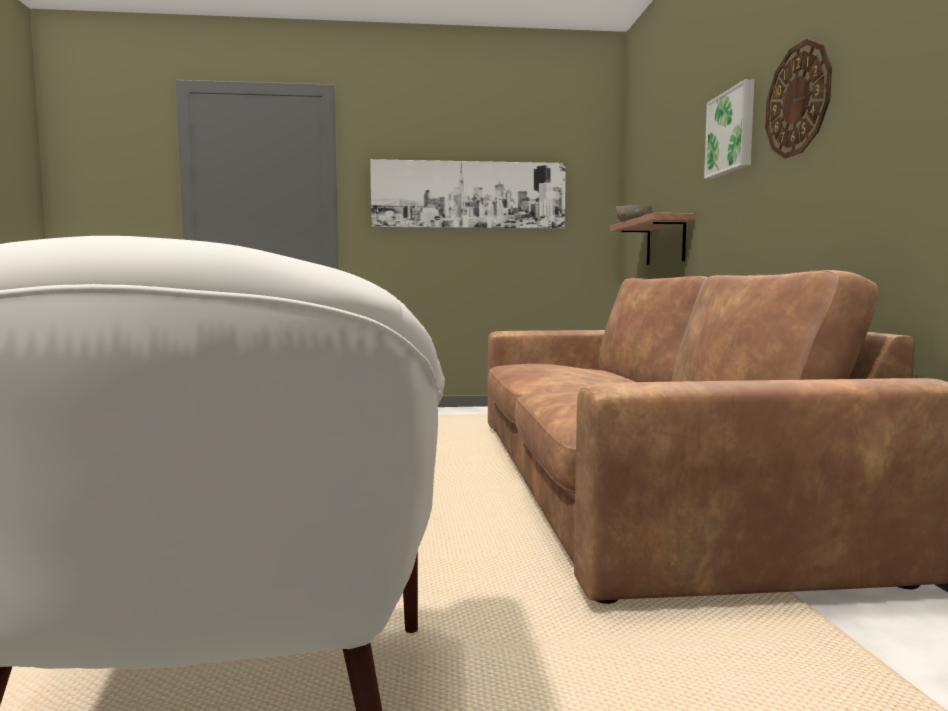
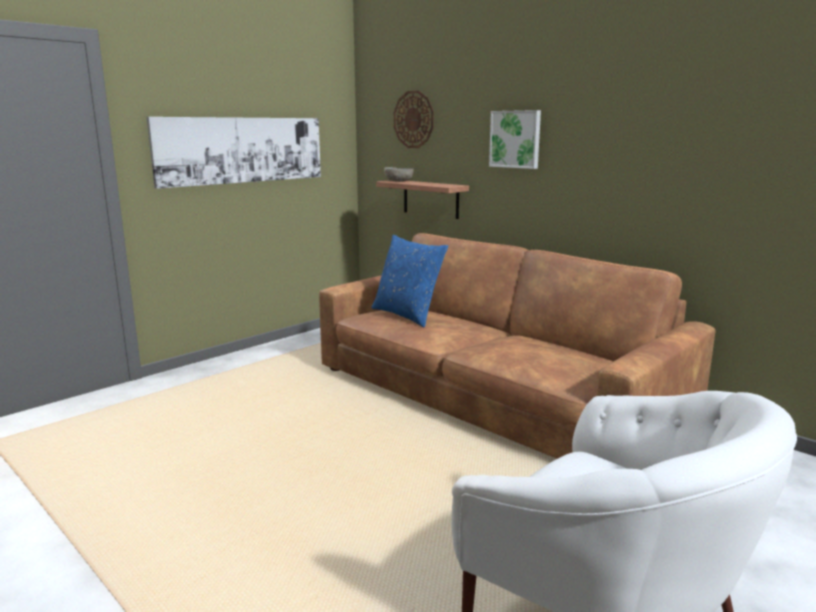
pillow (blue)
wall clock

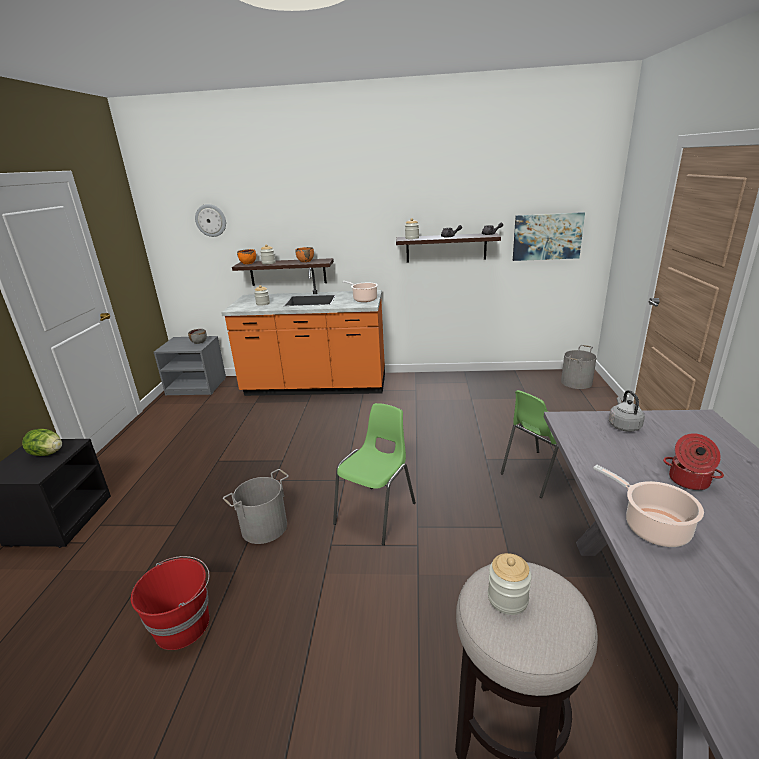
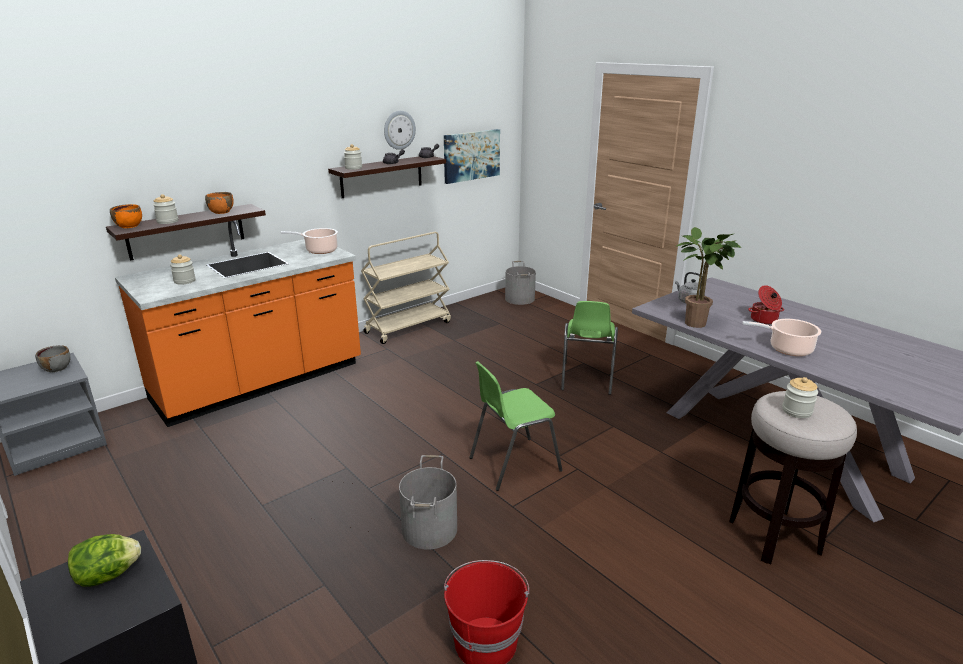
cart (beige)
wall clock
chair (green) (1st from left)
potted plant

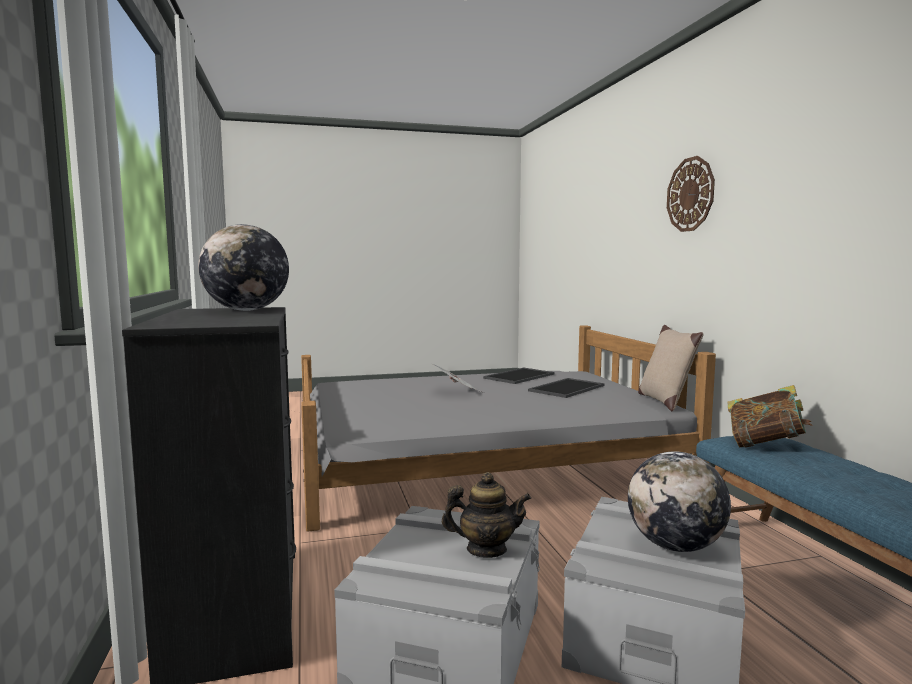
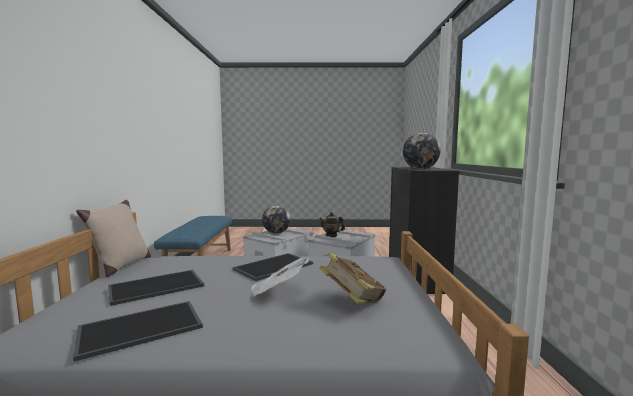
tray (3rd from left)
book
wall clock

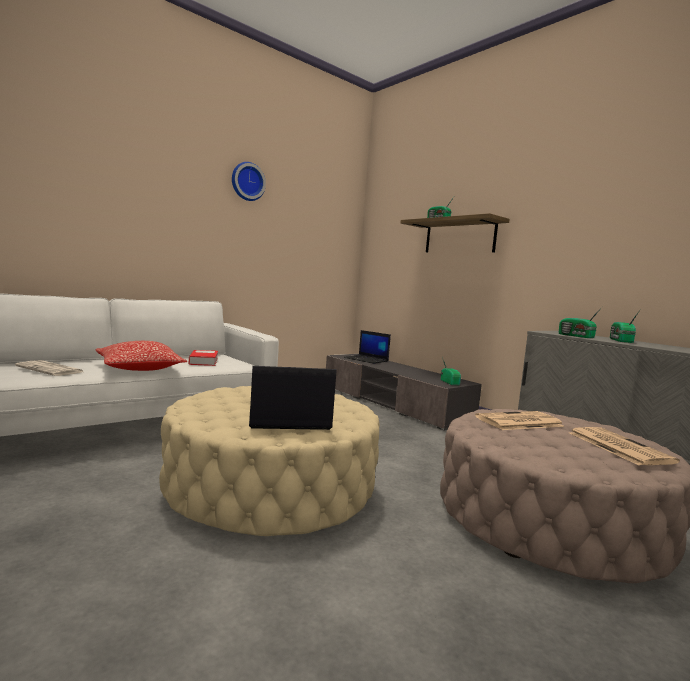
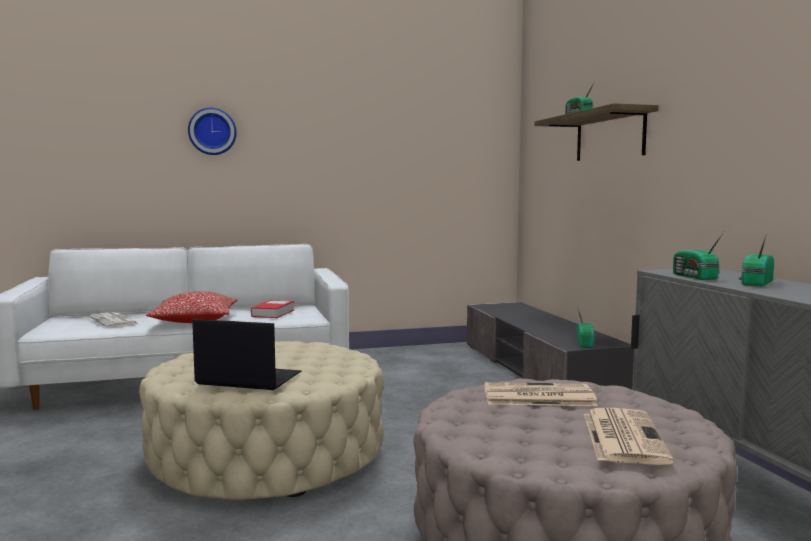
wall clock
laptop (2nd from left in the first image)

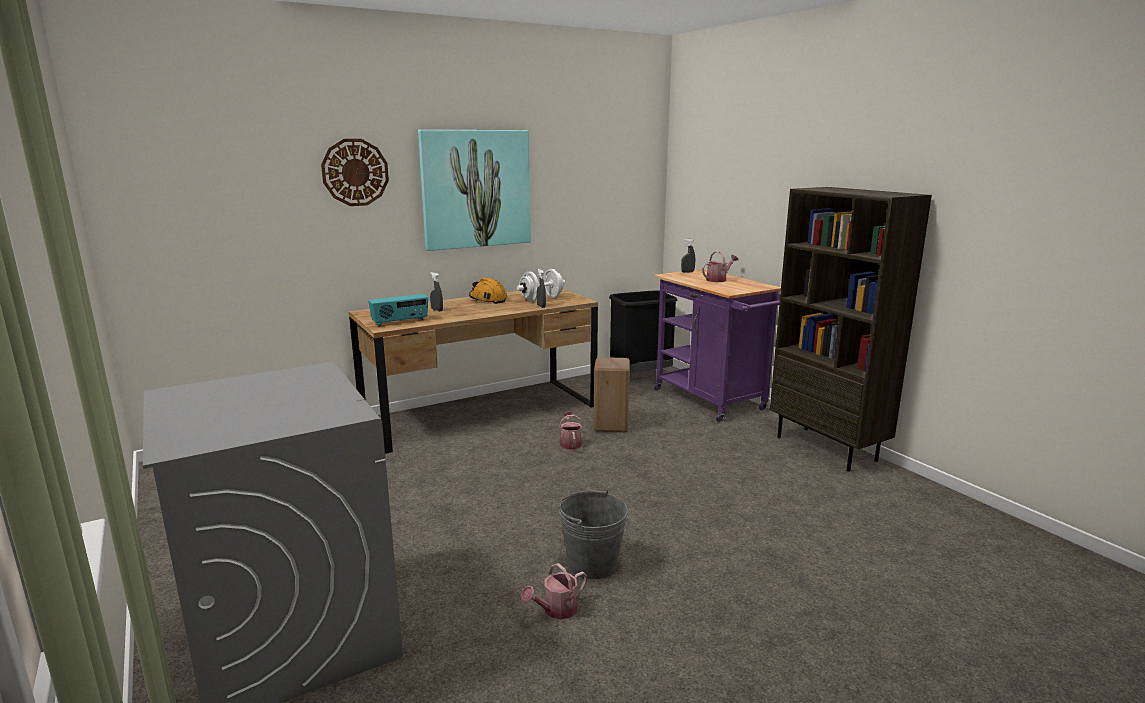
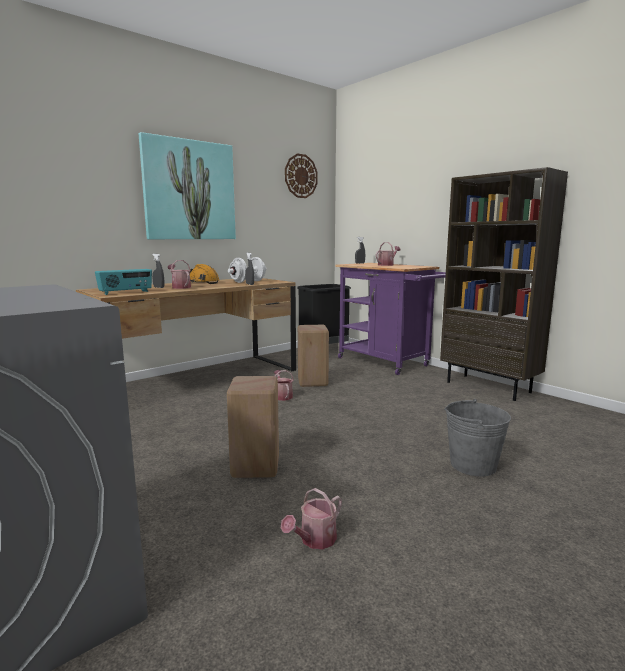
watering can (1st from left)
stool (beige) (1st from left)
wall clock
bucket (grey)

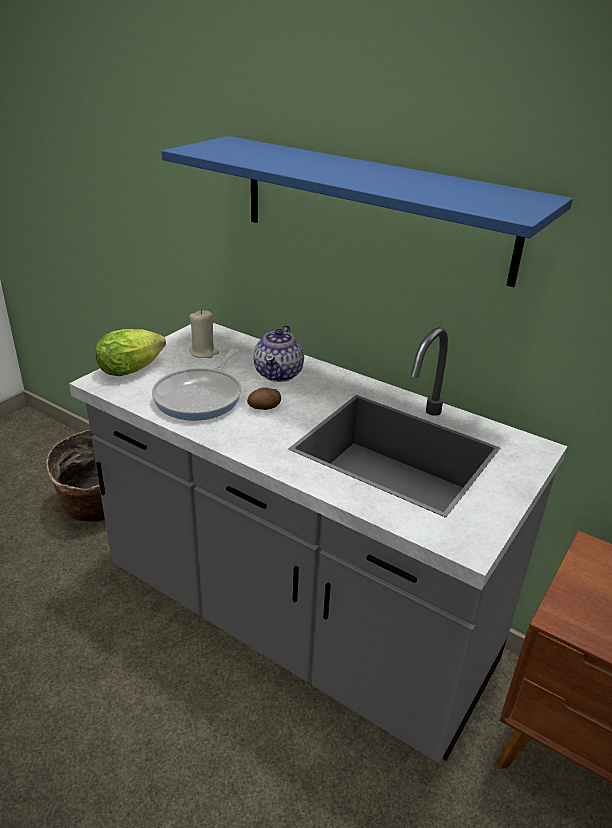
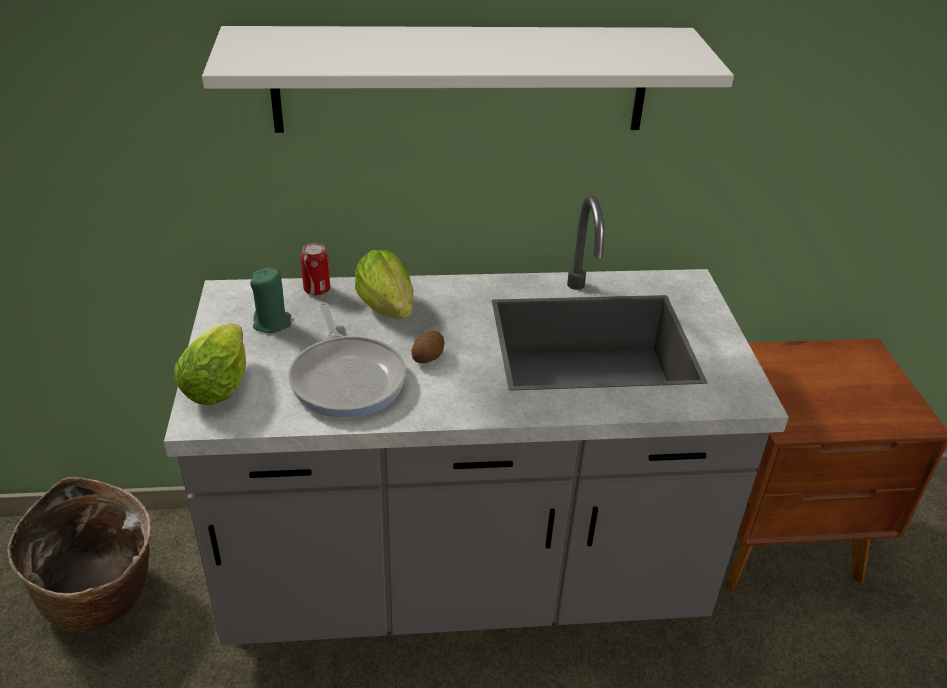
shelf (white)
candle (green)
can
lettuce (2nd from left)

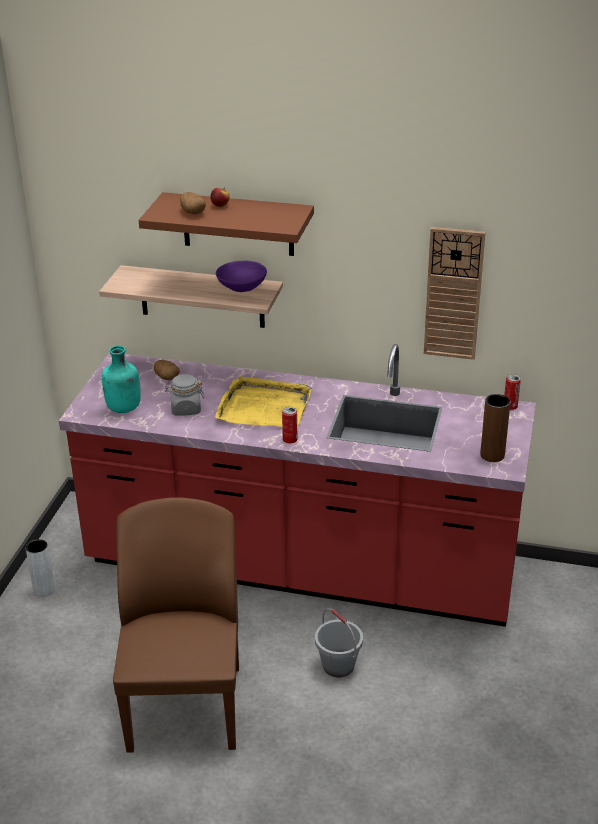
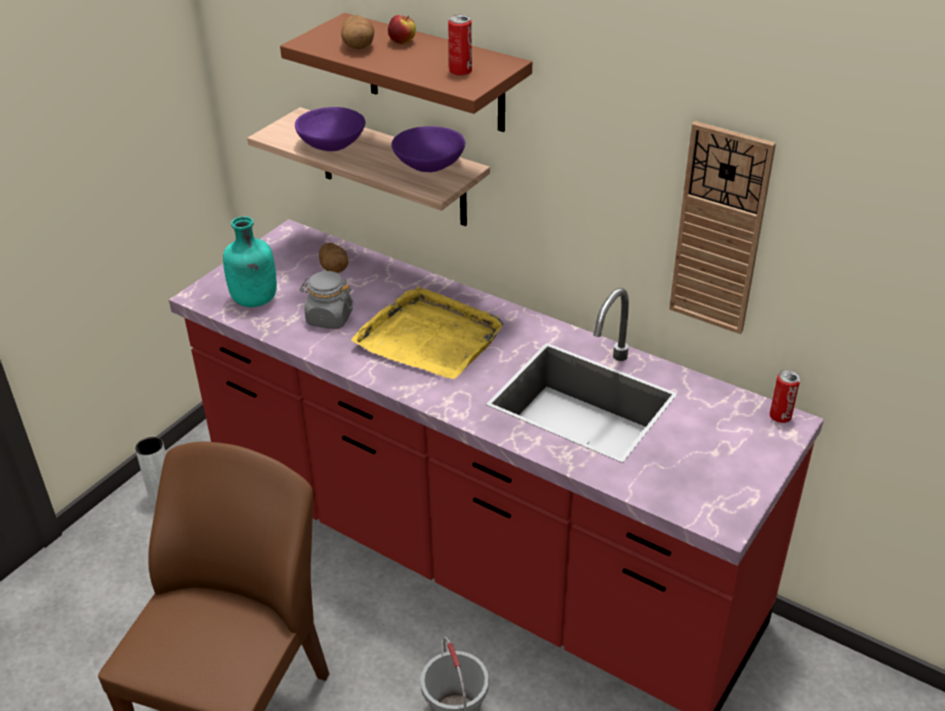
bowl (purple) (1st from left)
can (1st from left)
vase (brown)

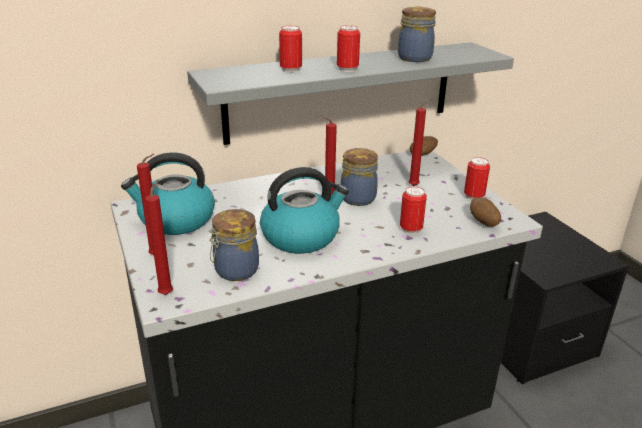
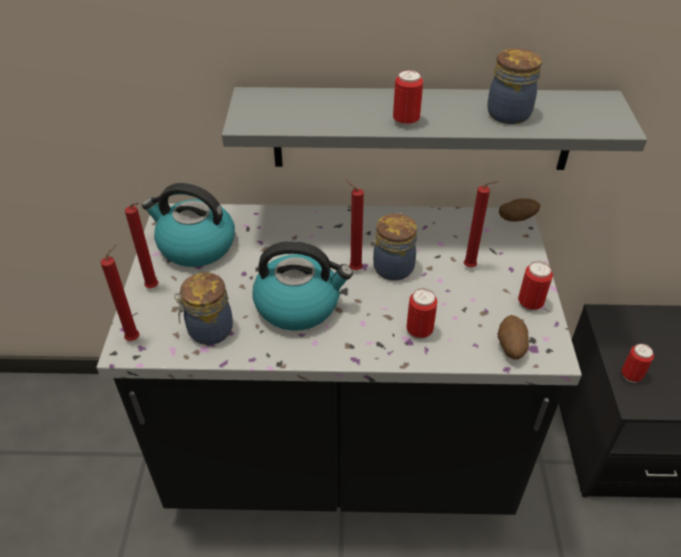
can (4th from left)

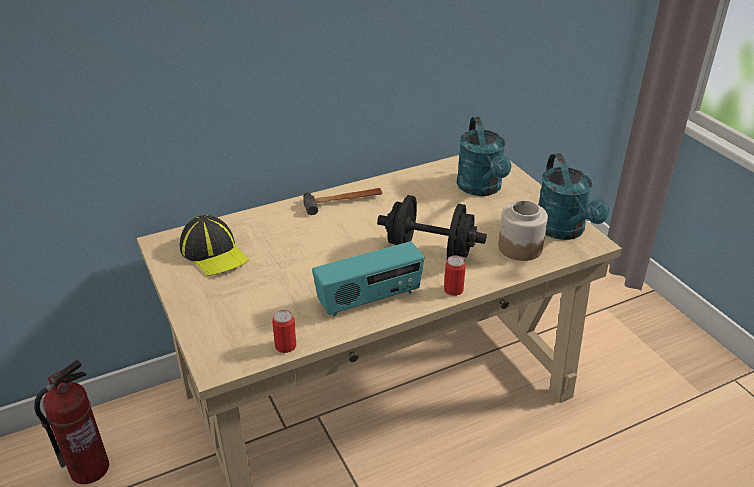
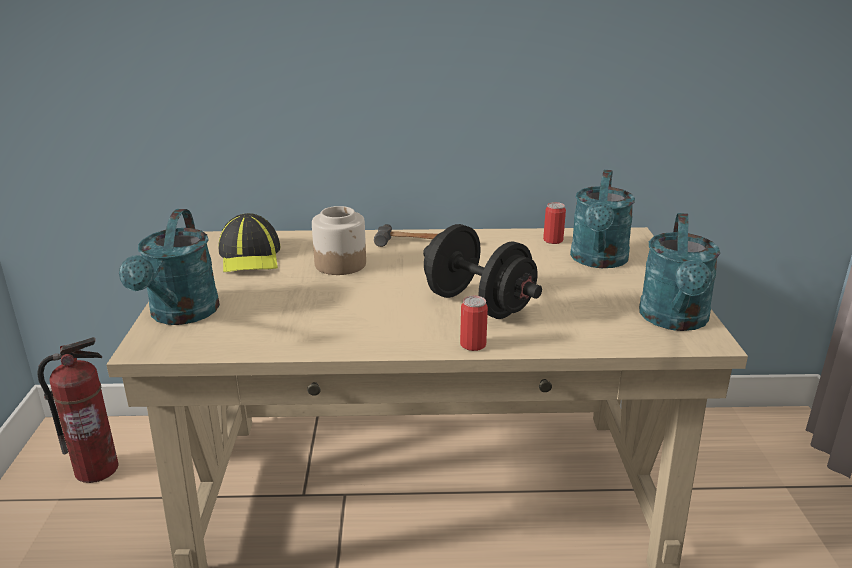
watering can (turquoise) (1st from left)
jar
can (2nd from left)
radio

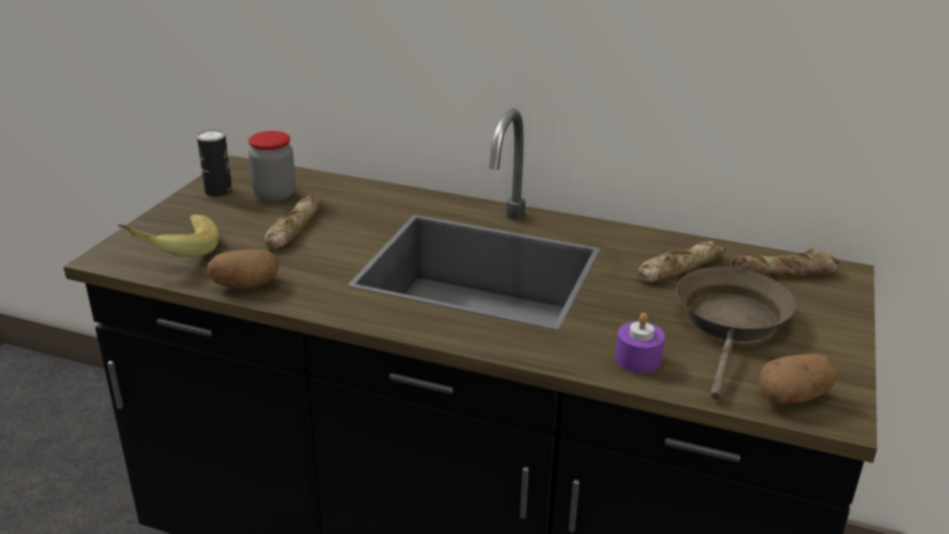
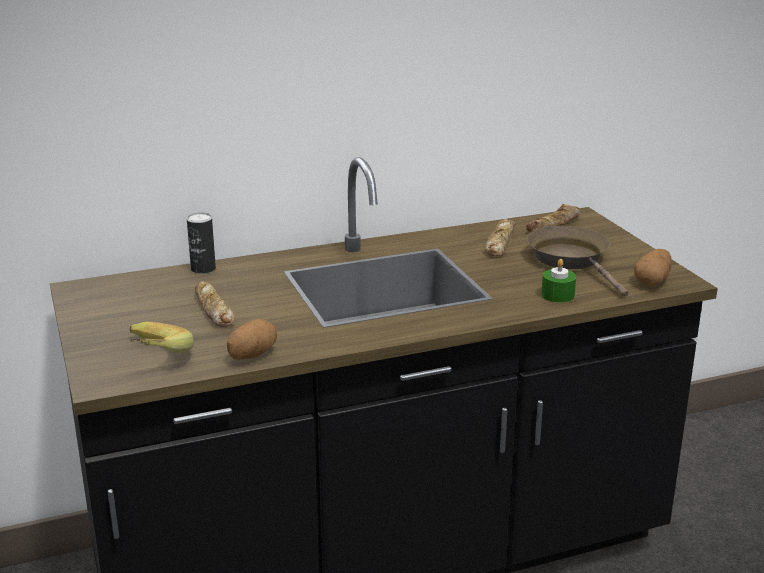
can
candle (green)
jar

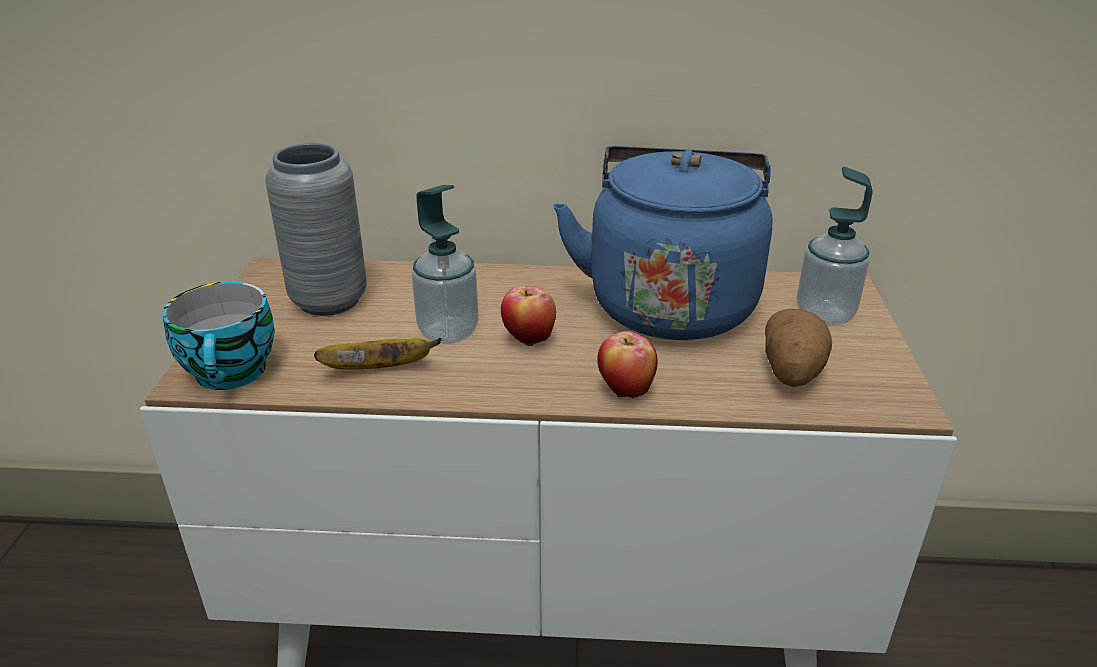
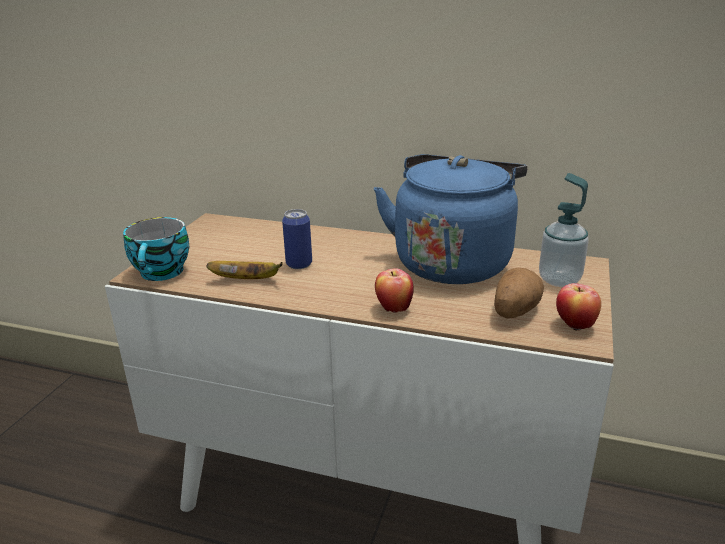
can
apple (2nd from left)
vase (grey)

